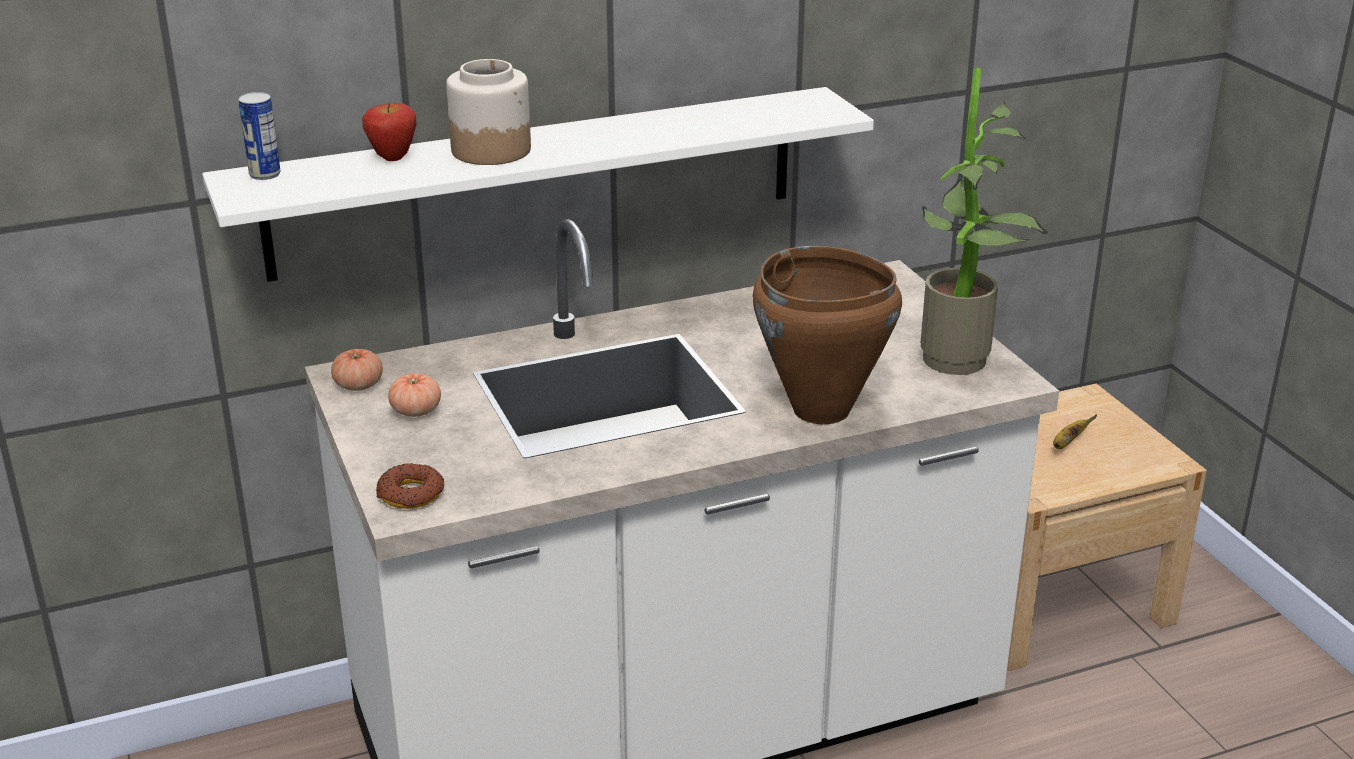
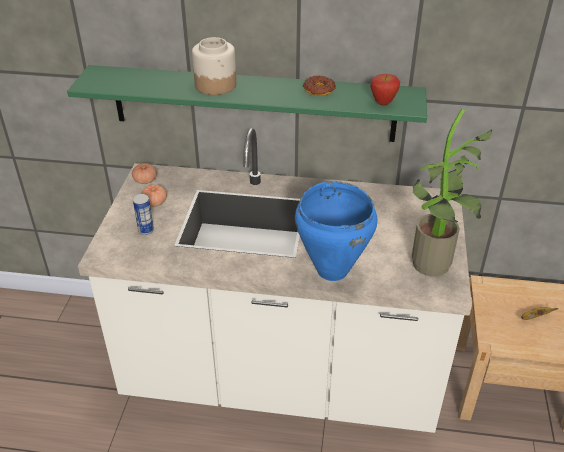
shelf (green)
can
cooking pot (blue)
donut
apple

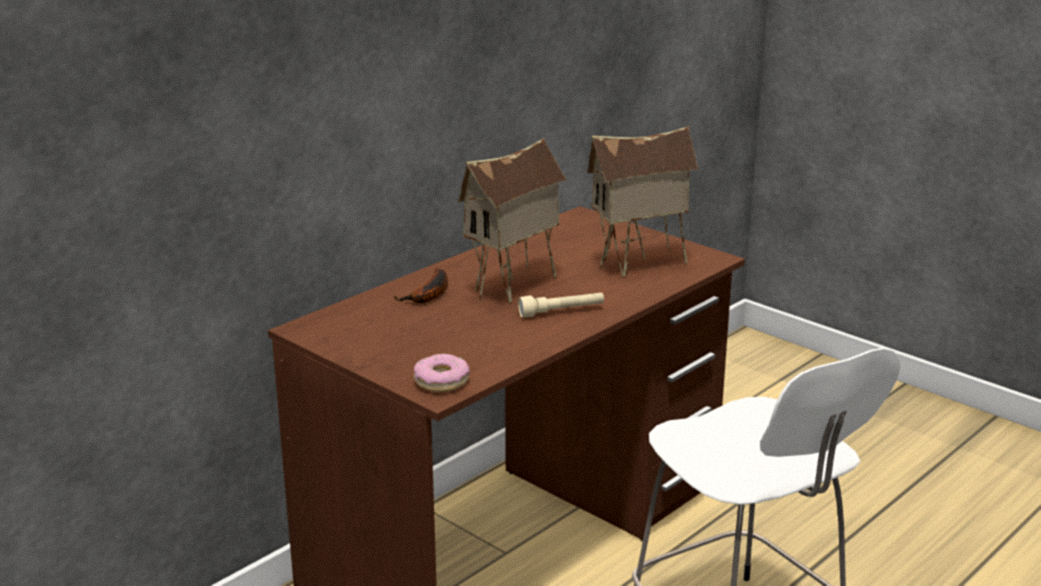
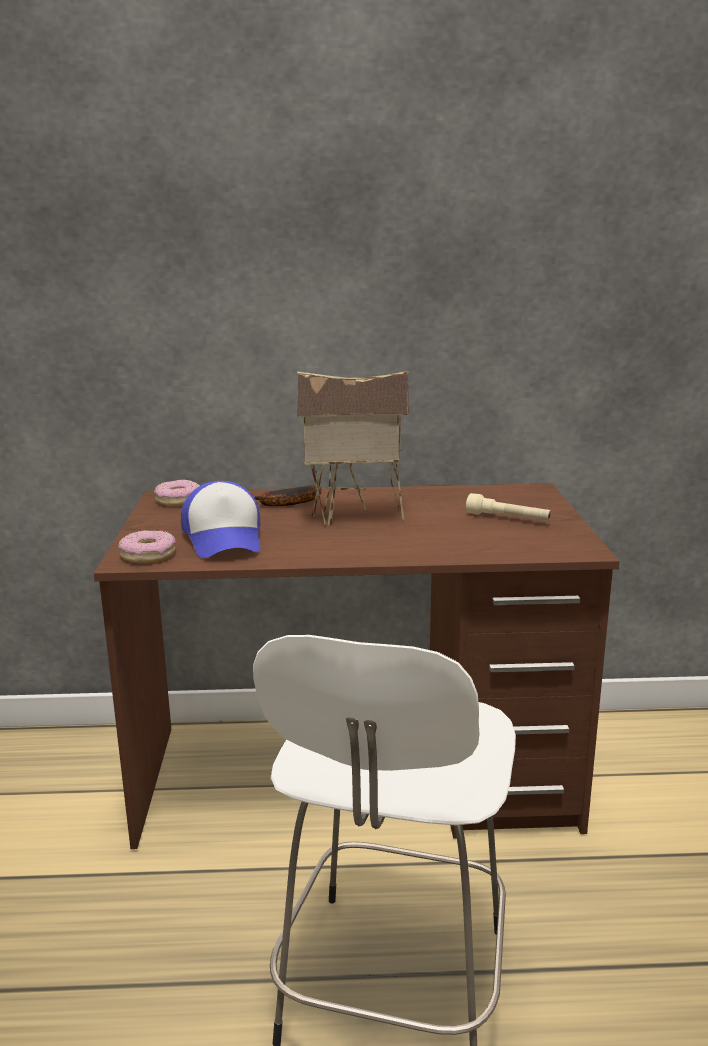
donut (2nd from left)
cap
flashlight (beige)
toy house (2nd from left in the first image)

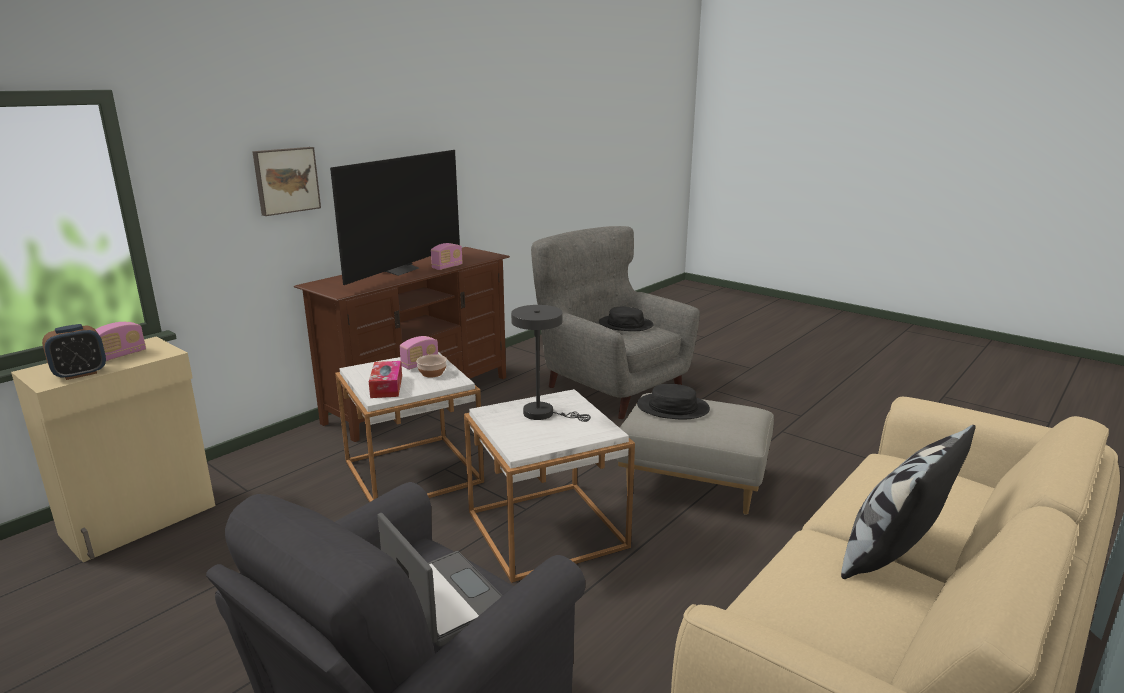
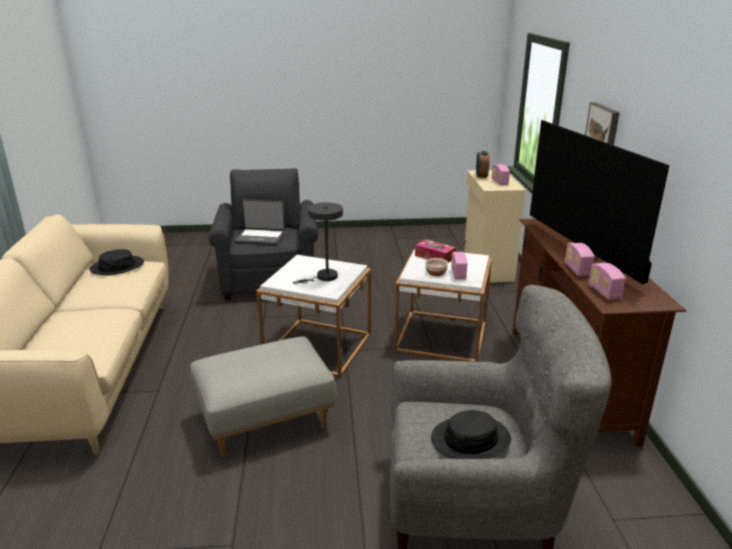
hat (black) (1st from left)
radio (4th from left)
pillow

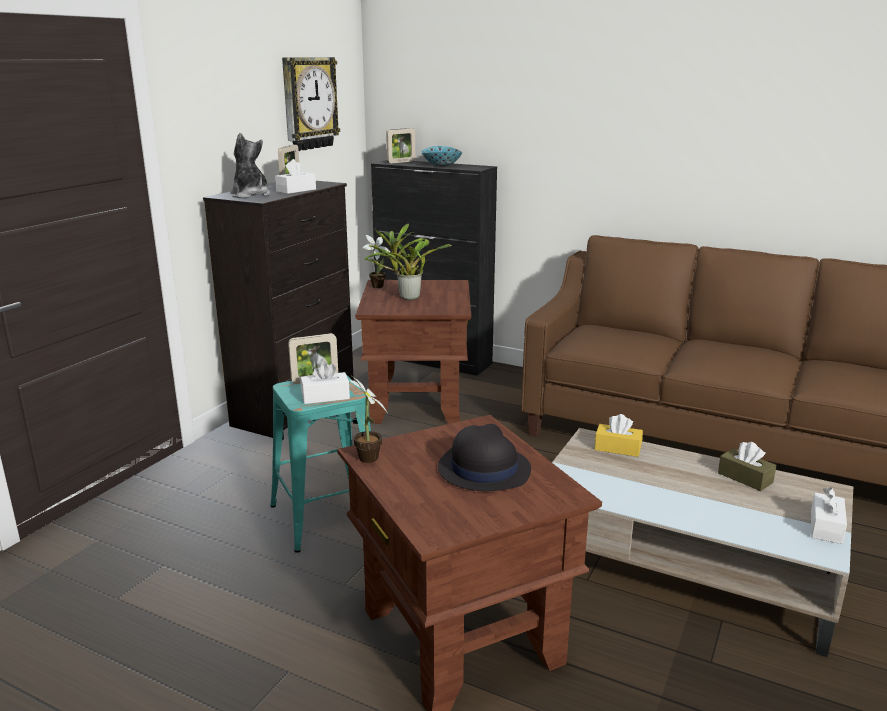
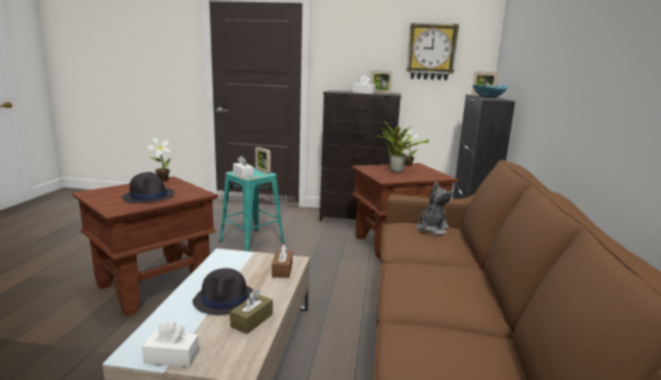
hat (black) (2nd from left)
tissue box (brown) (2nd from left)
plush toy

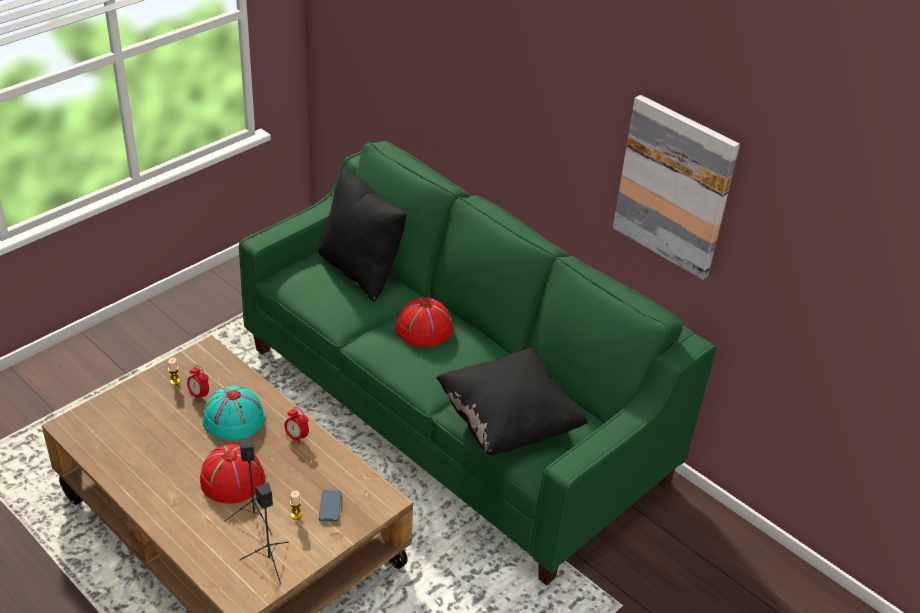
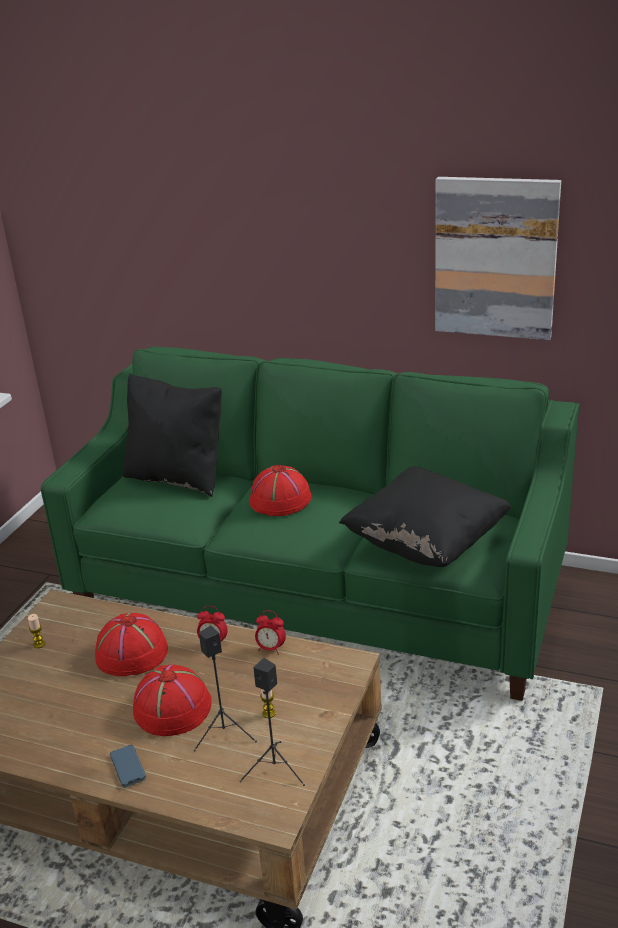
hat (red) (1st from left)
phone
alarm clock (2nd from left)

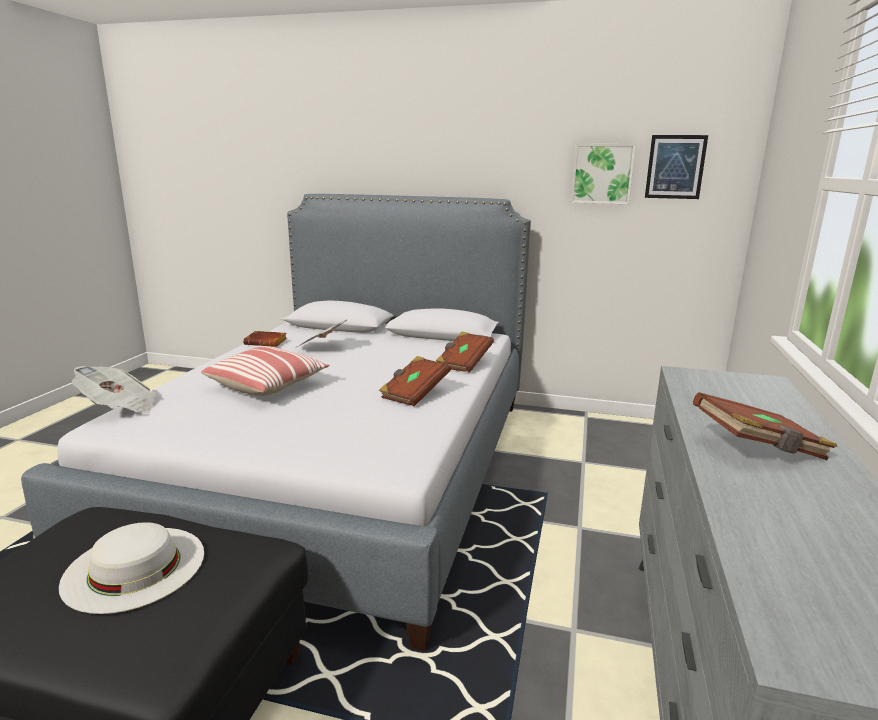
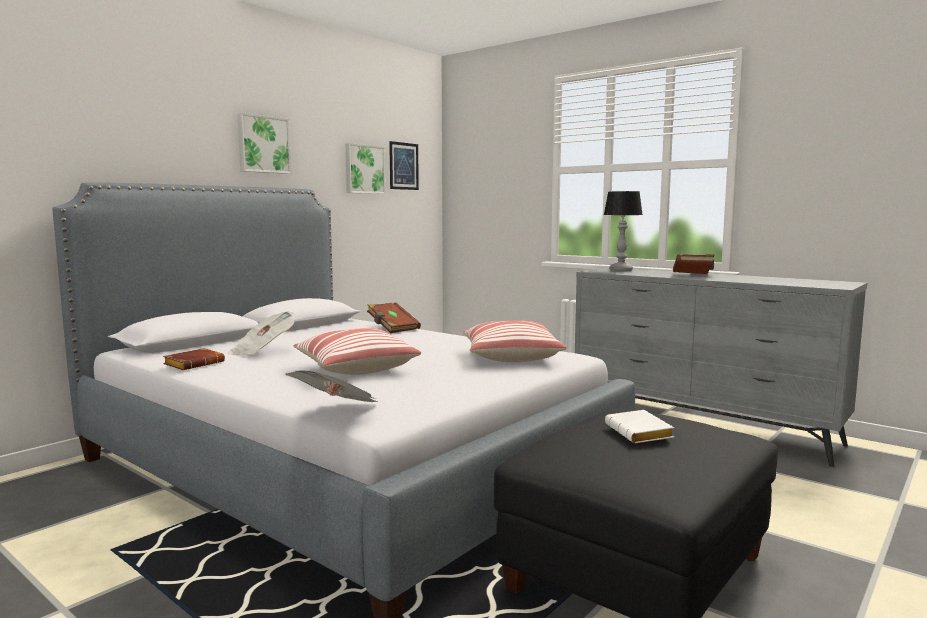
picture (1st from left)
pillow (2nd from left)
table lamp
book (white)
book (brown) (2nd from left in the first image)

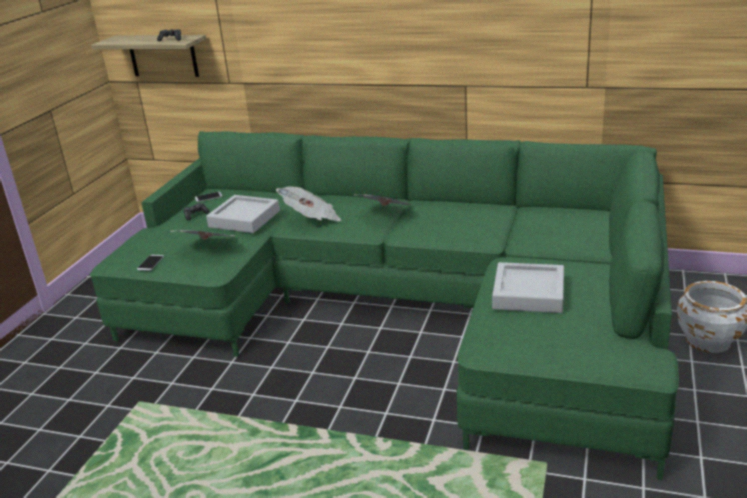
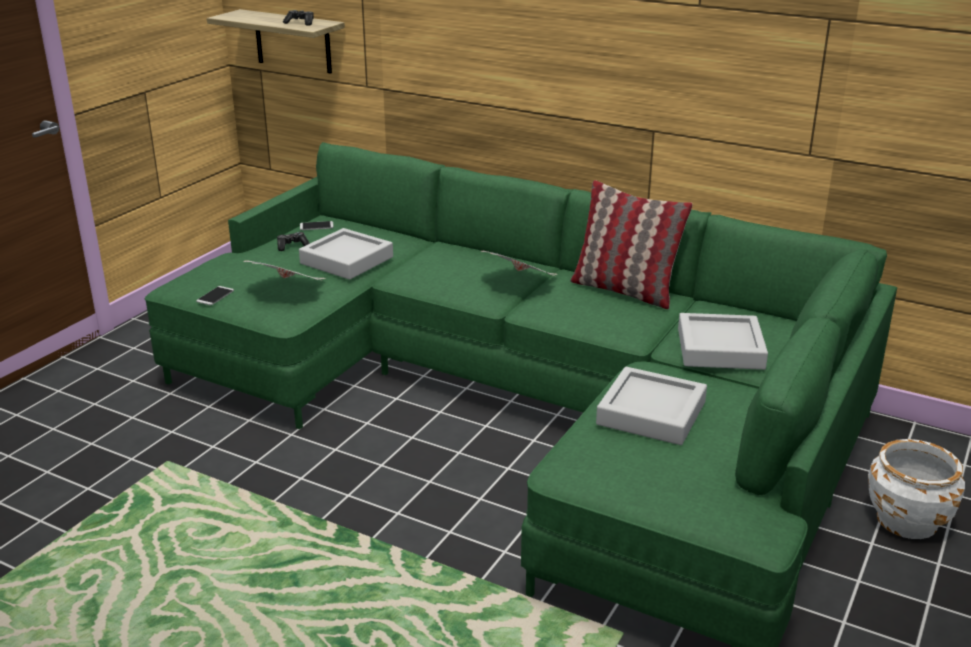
pillow
tray (grey) (3rd from left)
newspaper (2nd from left in the first image)

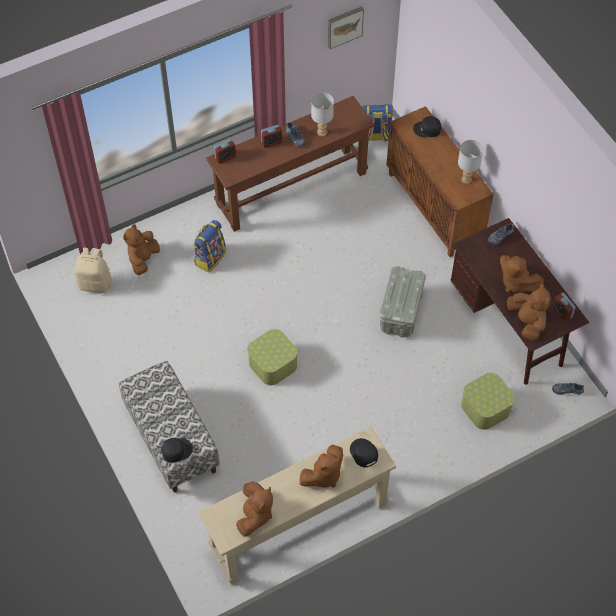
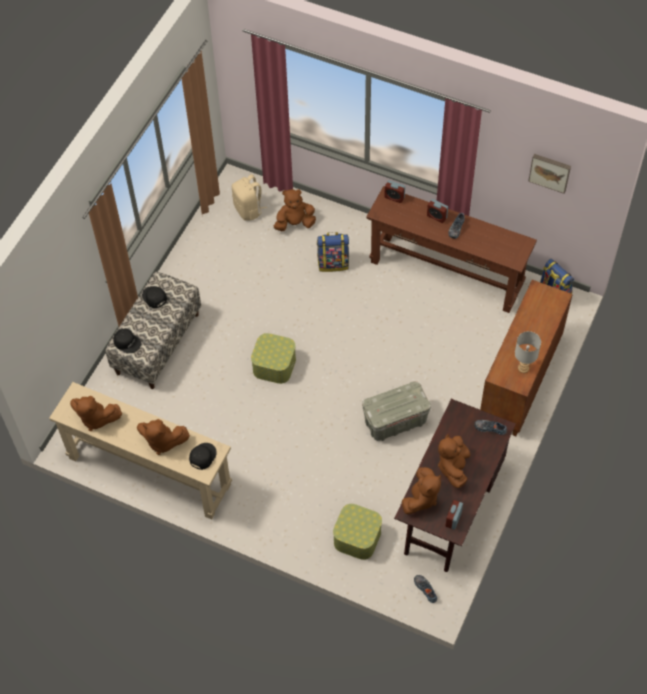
plush toy (brown) (1st from left)
cap (black) (2nd from left)
table lamp (grey) (1st from left in the first image)

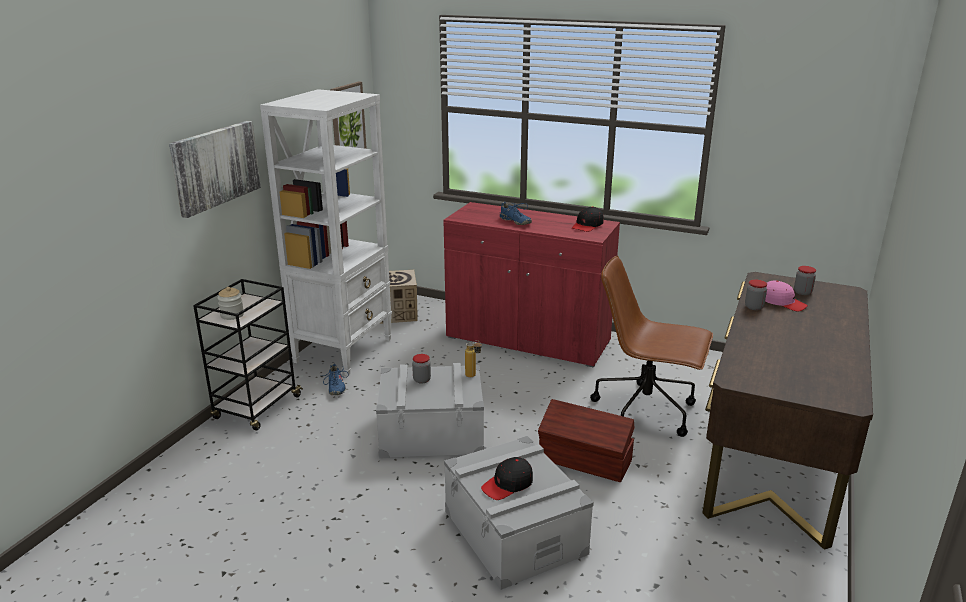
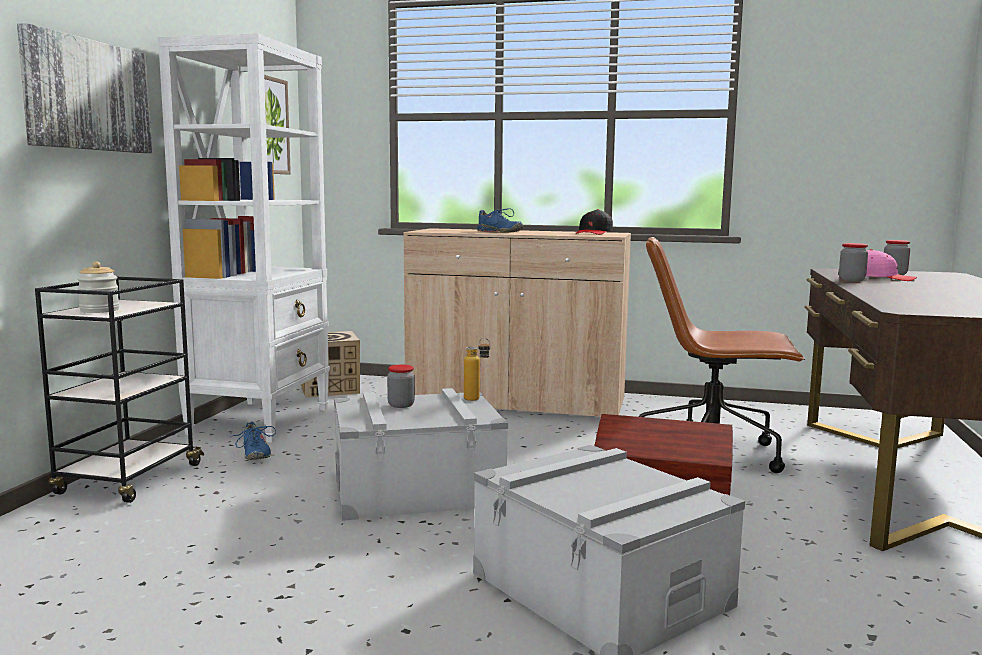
cabinet (beige)
cap (black) (1st from left in the first image)

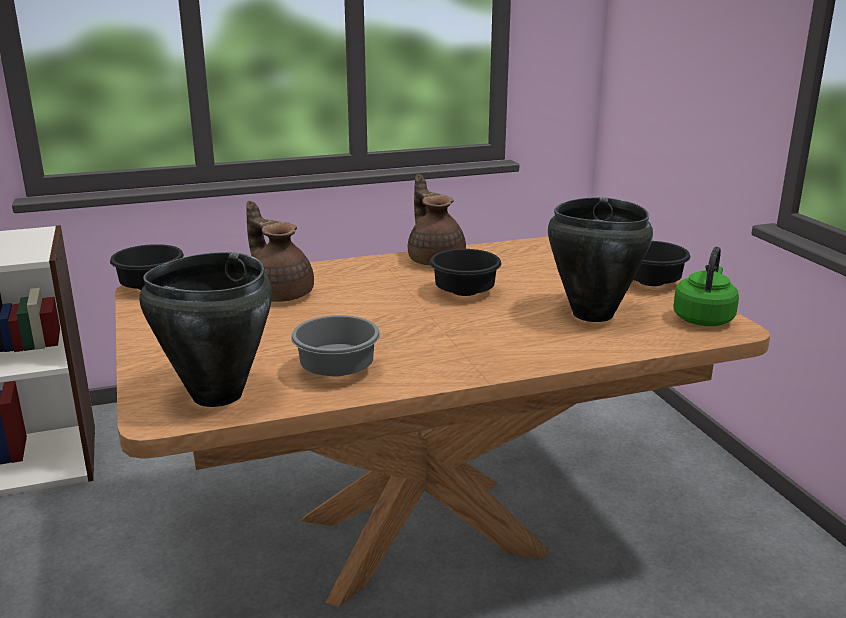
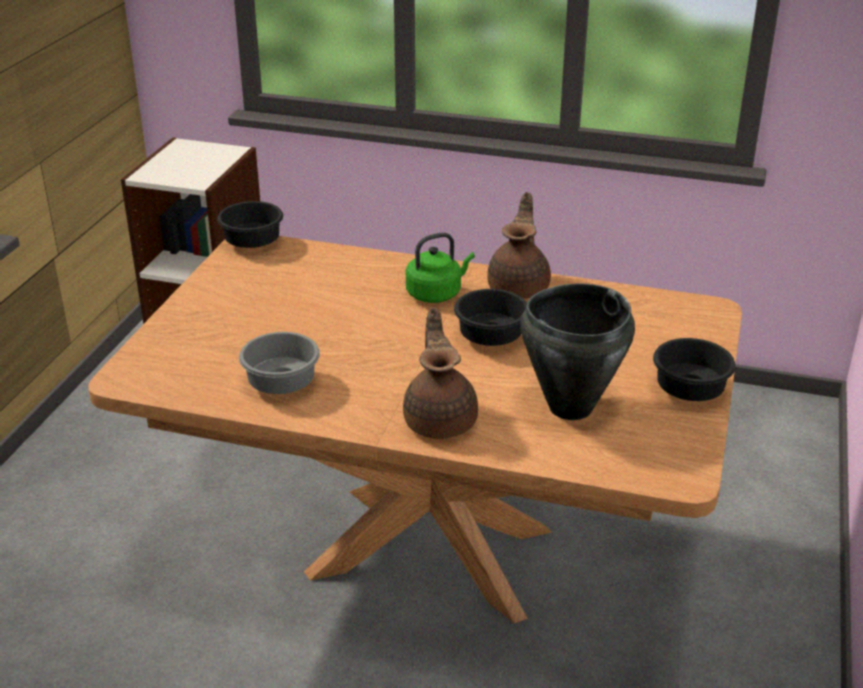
teapot (brown) (1st from left)
kettle (green)
cooking pot (black) (1st from left in the first image)

